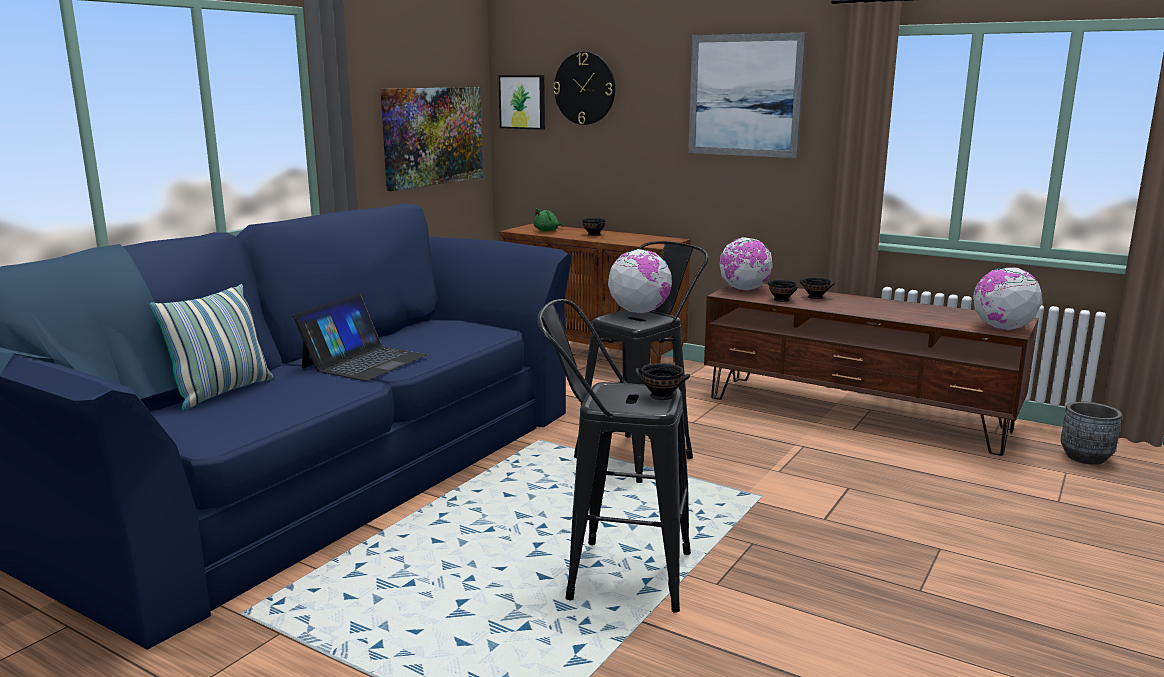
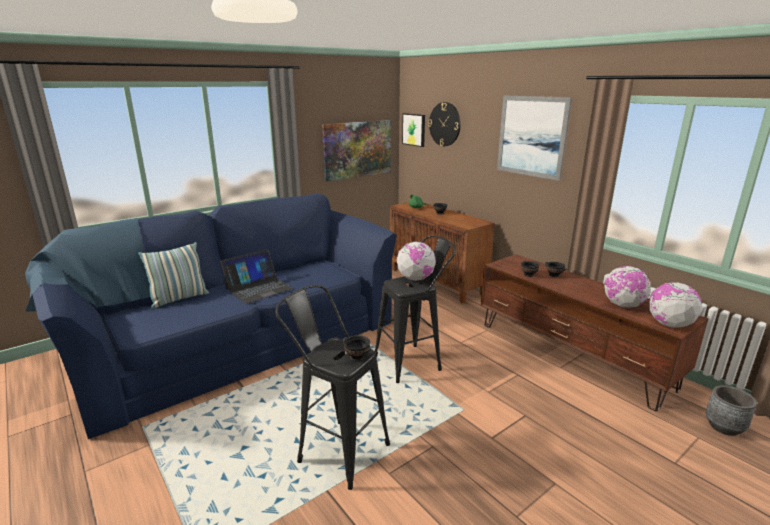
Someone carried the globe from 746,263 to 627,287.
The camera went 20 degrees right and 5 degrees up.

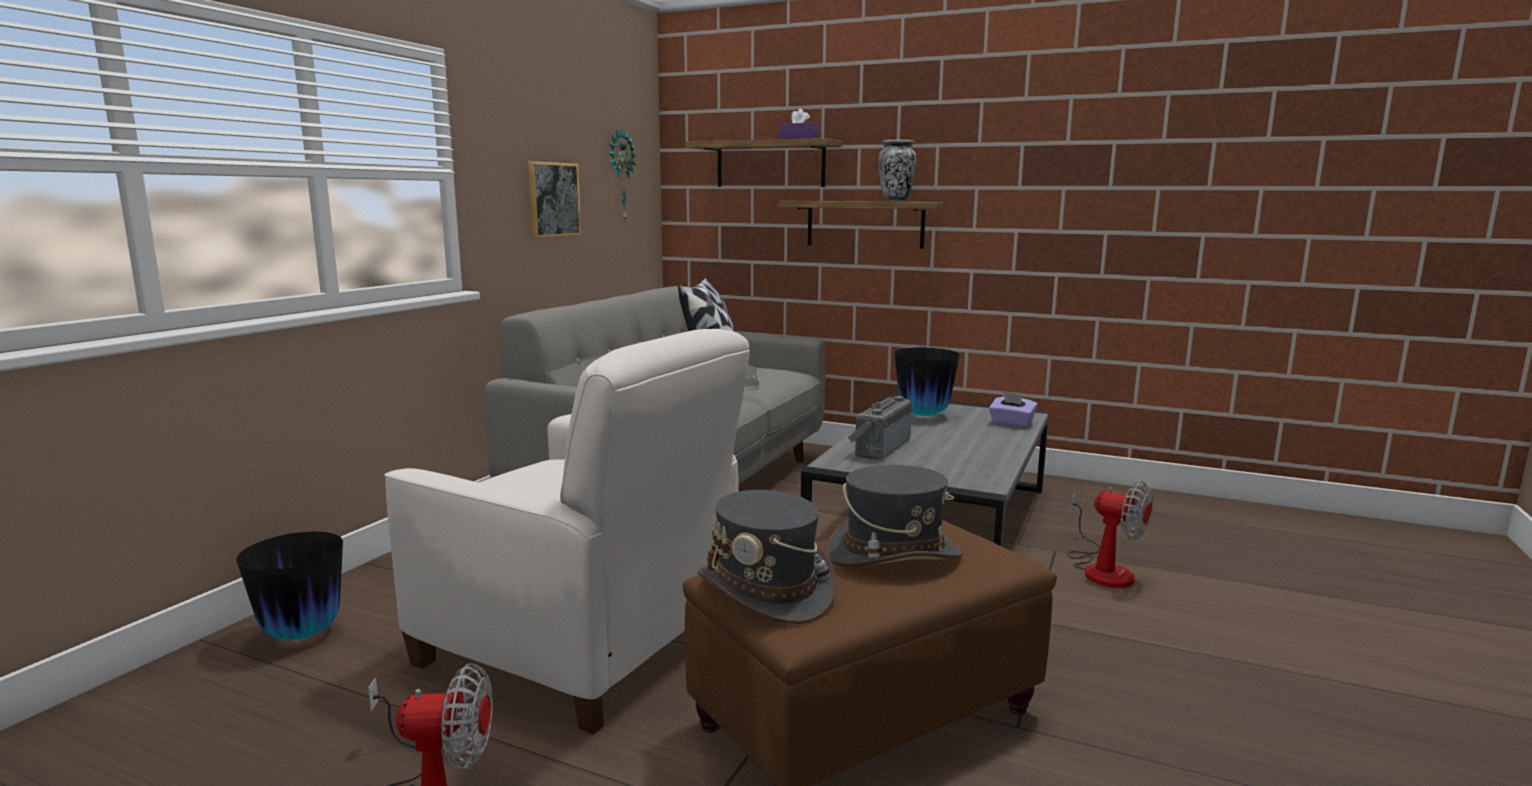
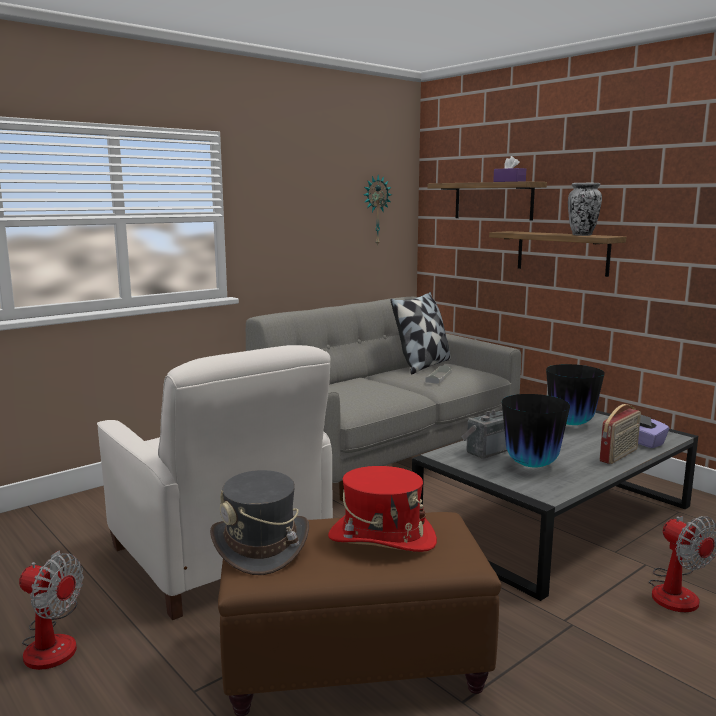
Someone carried the vase from 289,585 to 536,431.
Someone took away the picture at 554,199.
Someone repainted the grey hat at 894,515, which became the red hat at 382,509.
Someone put down the radio at 620,434.
The camera went 25 degrees right and 0 degrees up.

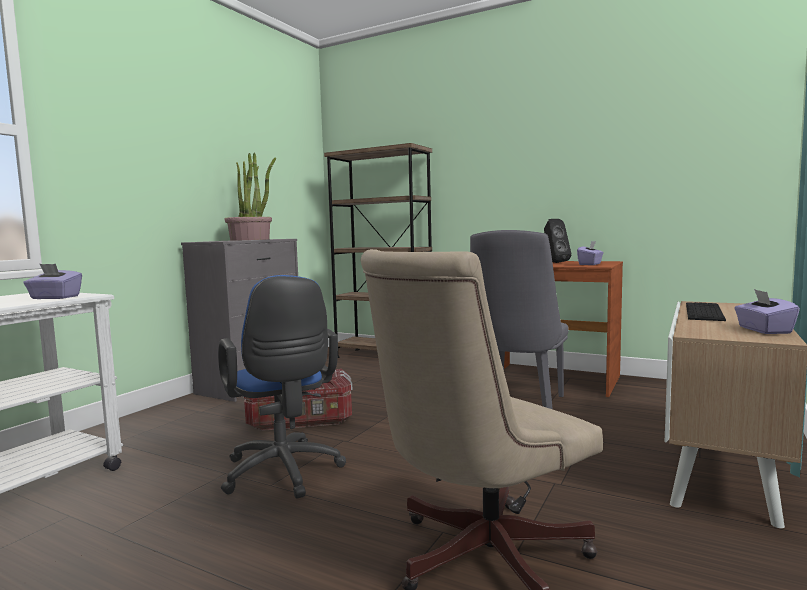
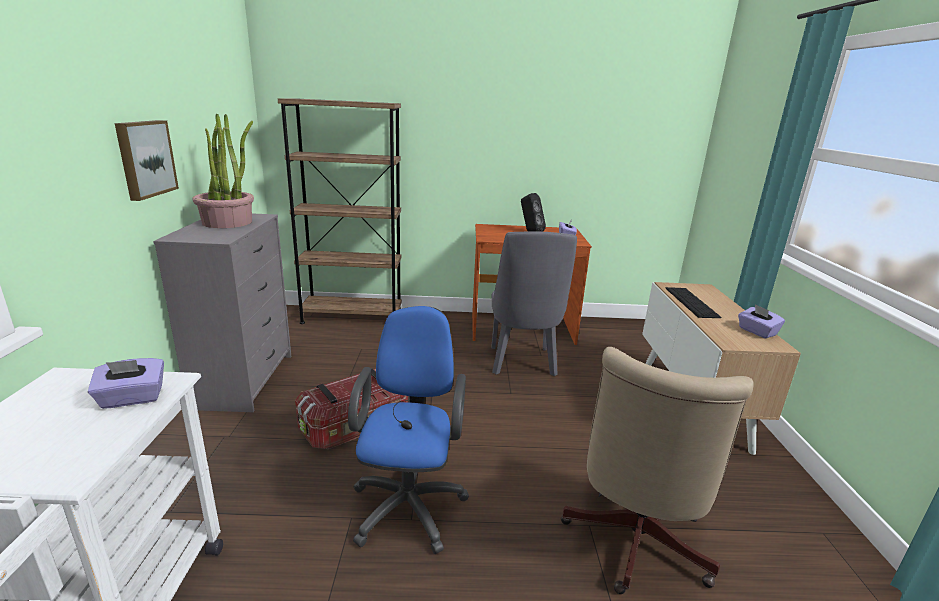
Someone rotated the blue office chair at 282,387 by 120 degrees counterclockwise.
Someone put up the picture at 147,160.
The camera went 30 degrees left and 15 degrees up.

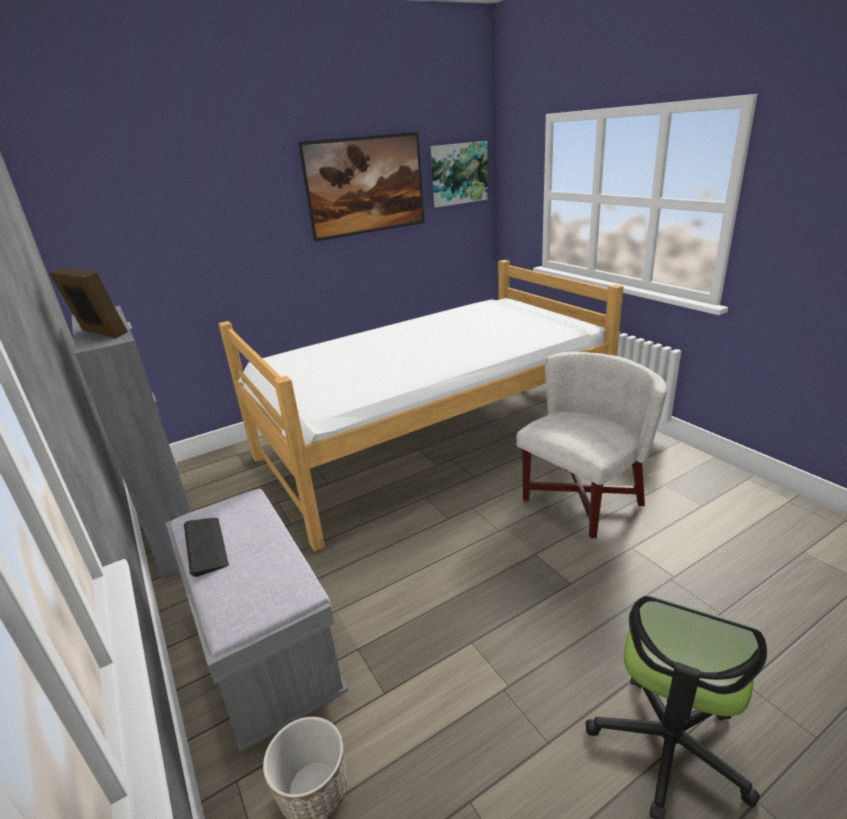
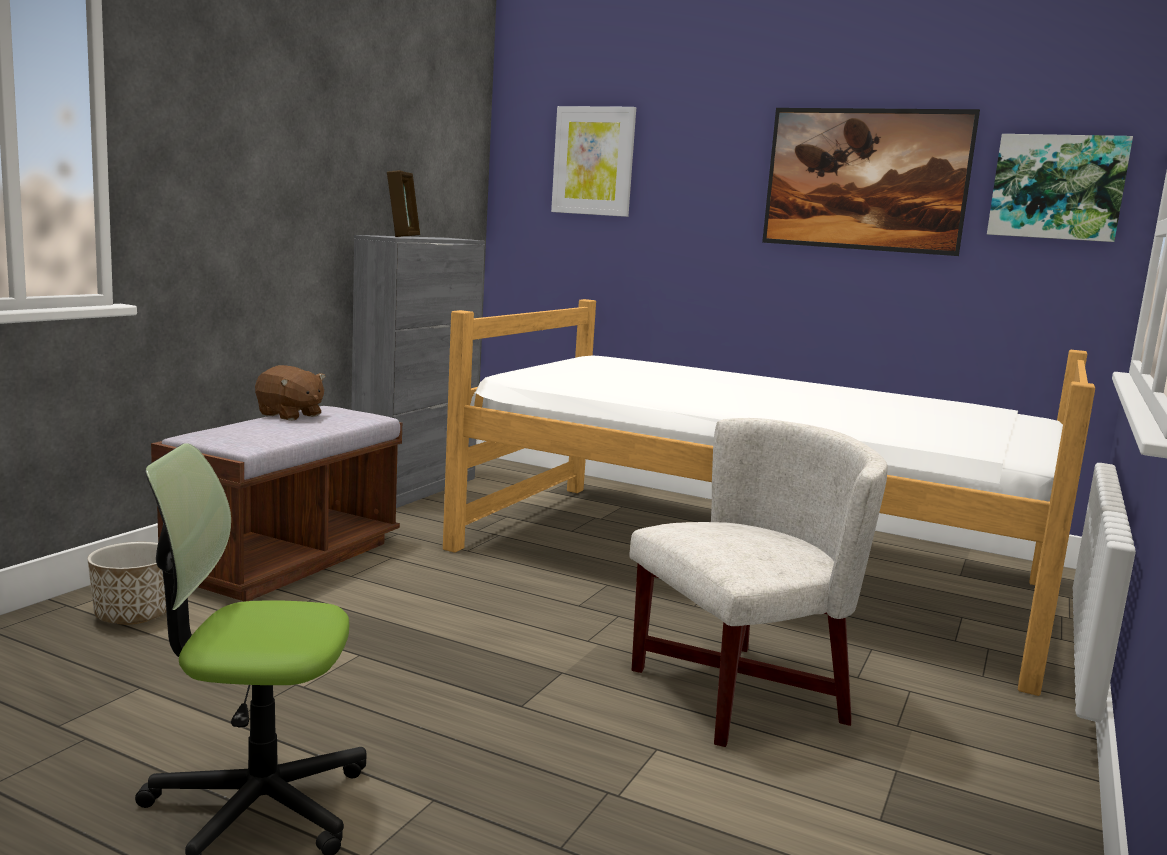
Someone repainted the grey bench at 256,620, which became the brown bench at 276,504.
Someone swapped the keyboard at 206,547 for the brown plush toy at 290,393.
Someone rotated the white armchair at 591,445 by 45 degrees counterclockwise.
Someone put up the picture at 593,161.
The camera went 55 degrees right and 15 degrees down.

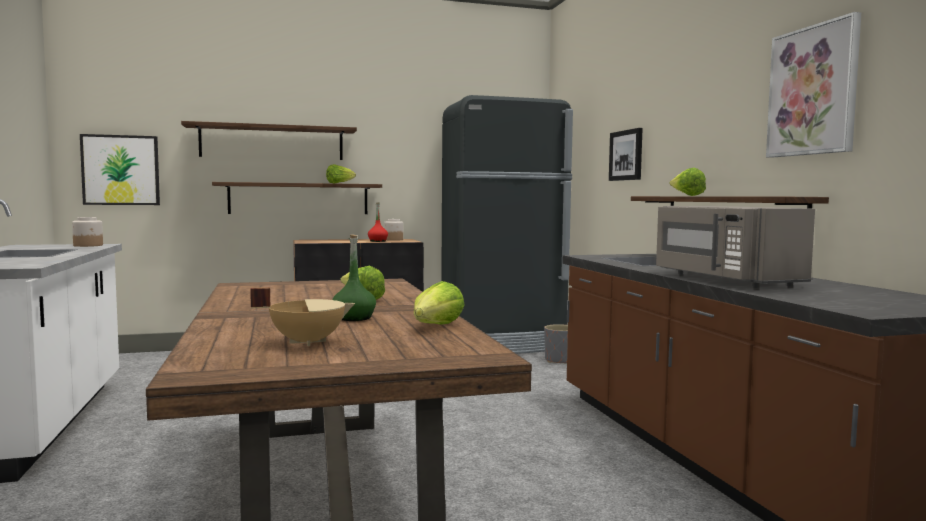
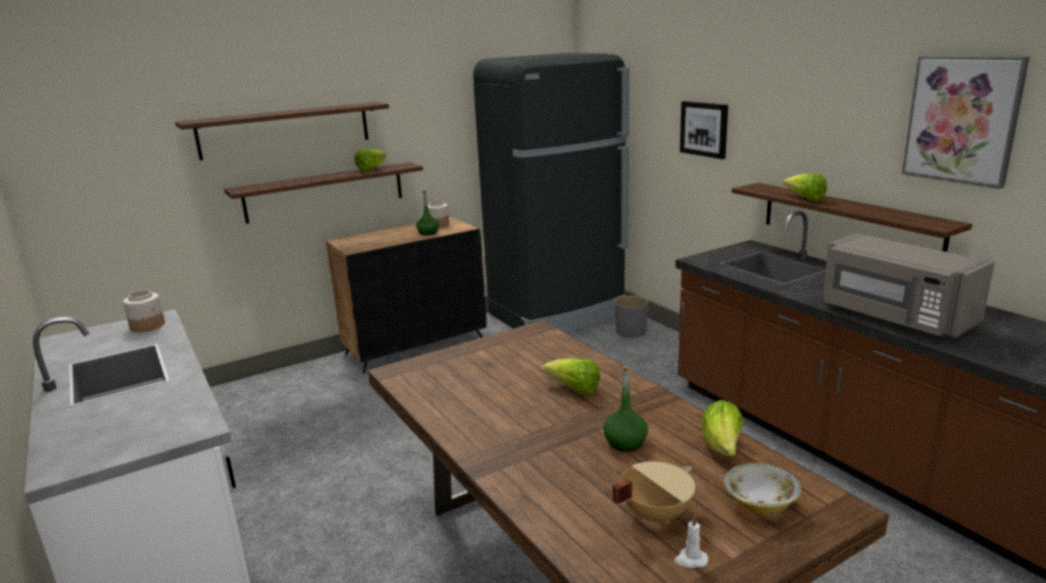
Someone took away the picture at 120,169.
Someone repainted the red bottle at 378,222, which became the green bottle at 427,212.
Someone put down the white candle at 691,541.
Someone put down the bowl at 762,488.
The camera went 15 degrees left and 15 degrees up.

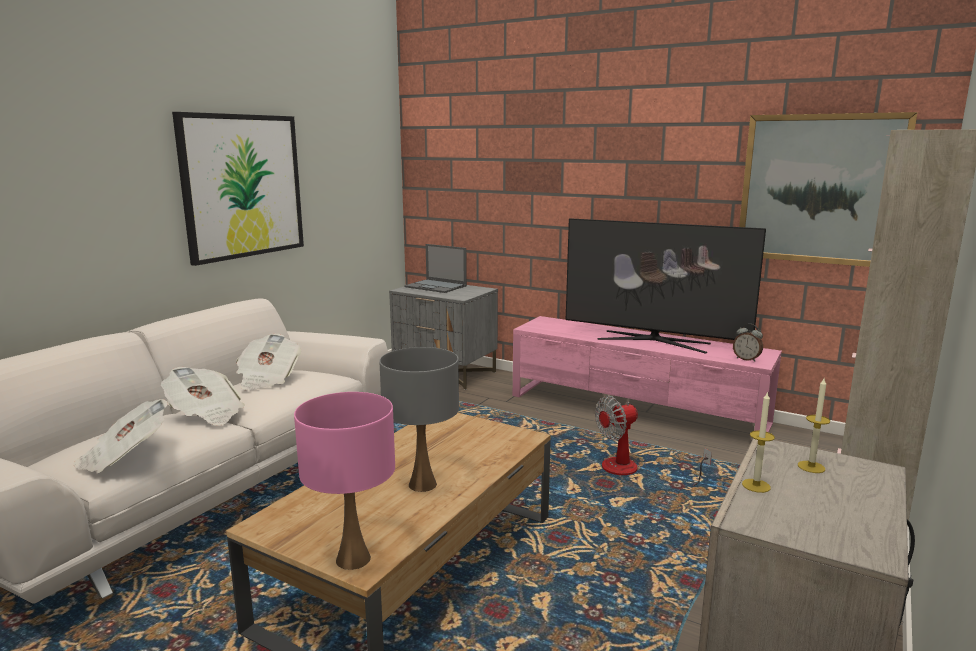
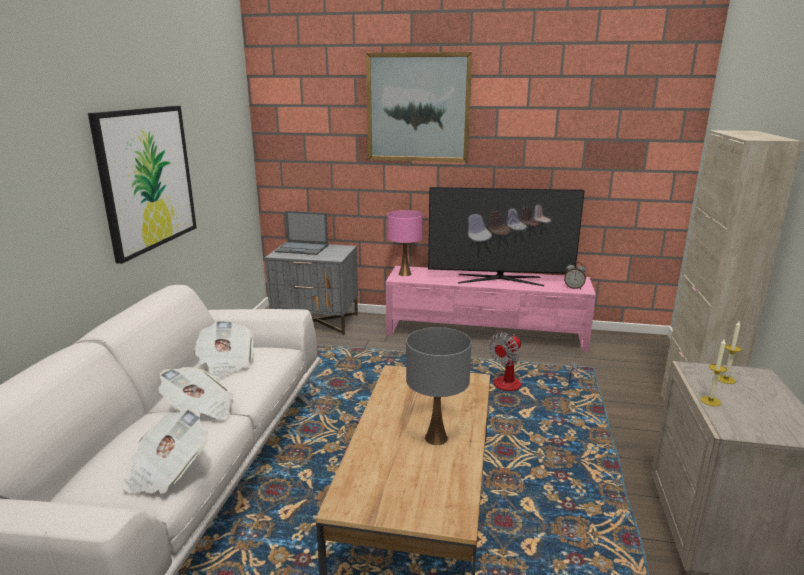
Someone carried the pink table lamp from 344,481 to 405,243.
Someone carried the picture from 828,189 to 419,107.
The camera went 20 degrees left and 5 degrees up.

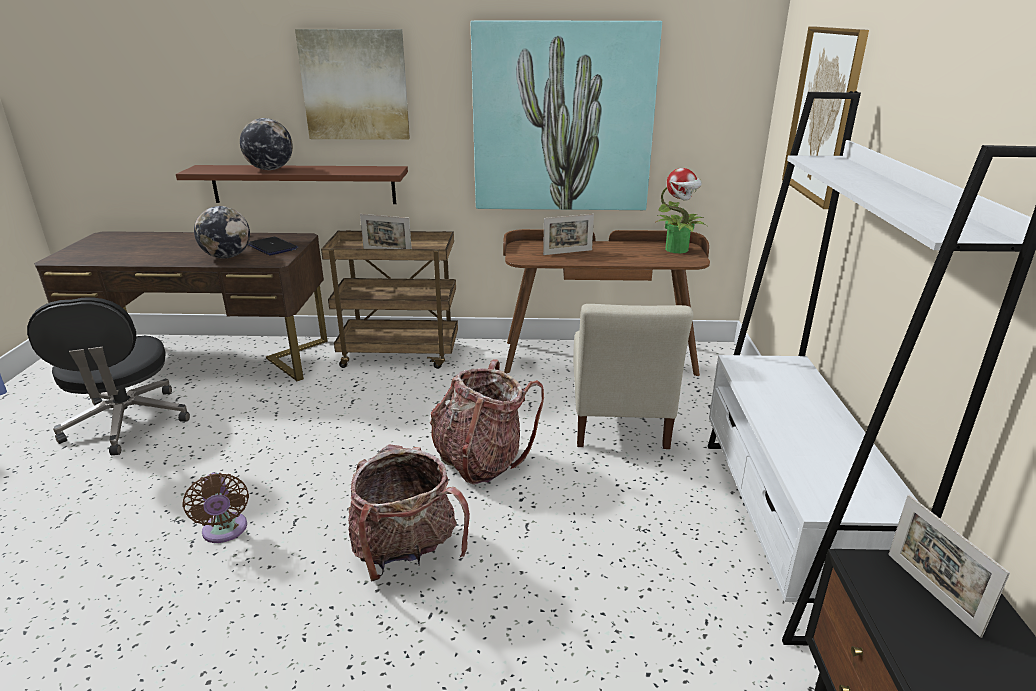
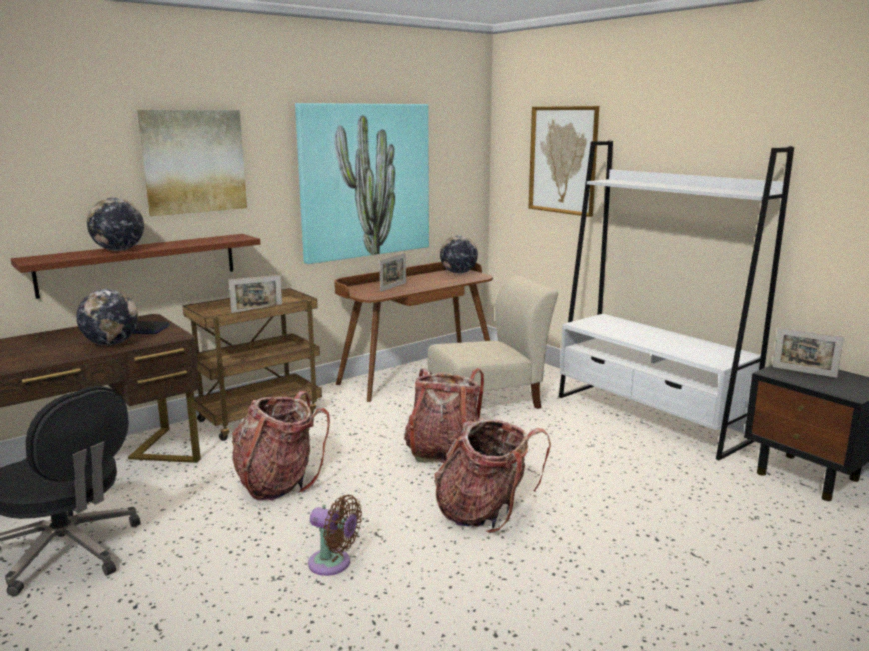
Someone rotated the beige chair at 633,376 by 75 degrees counterclockwise.
Someone swapped the potted plant at 681,210 for the globe at 459,254.
Someone put down the backpack at 281,446.
The camera went 40 degrees left and 10 degrees down.

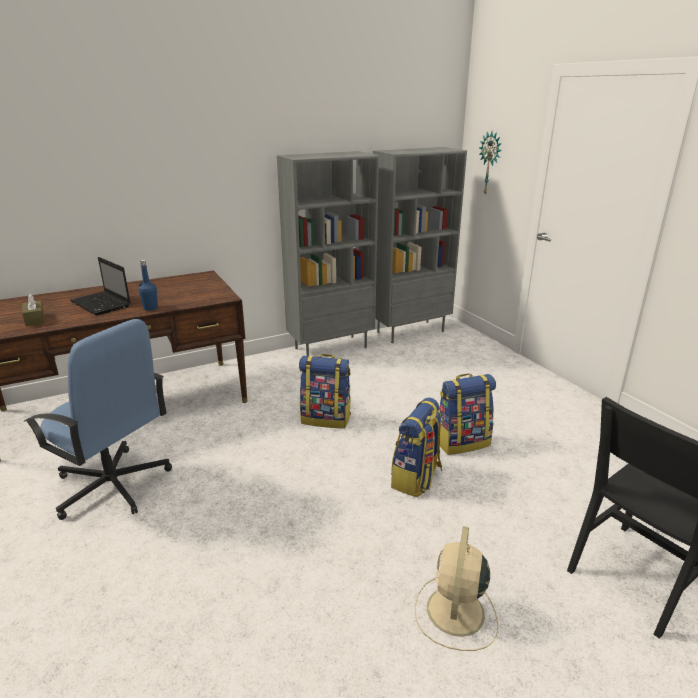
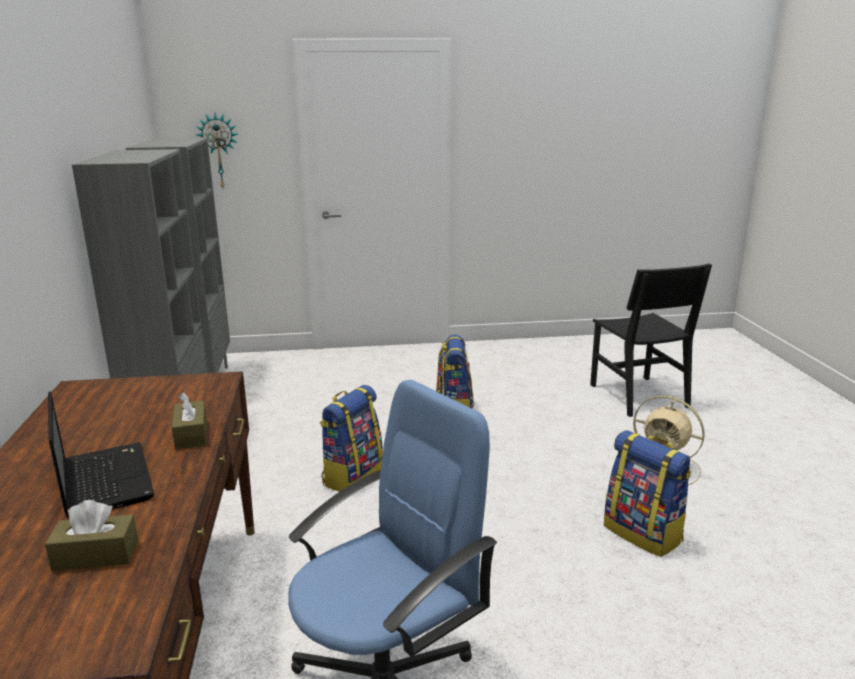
Someone rotated the laptop at 100,286 by 90 degrees counterclockwise.
Someone swapped the blue bottle at 148,285 for the brown tissue box at 189,420.
Someone carried the backpack from 416,447 to 647,493.
The camera went 70 degrees left and 5 degrees down.

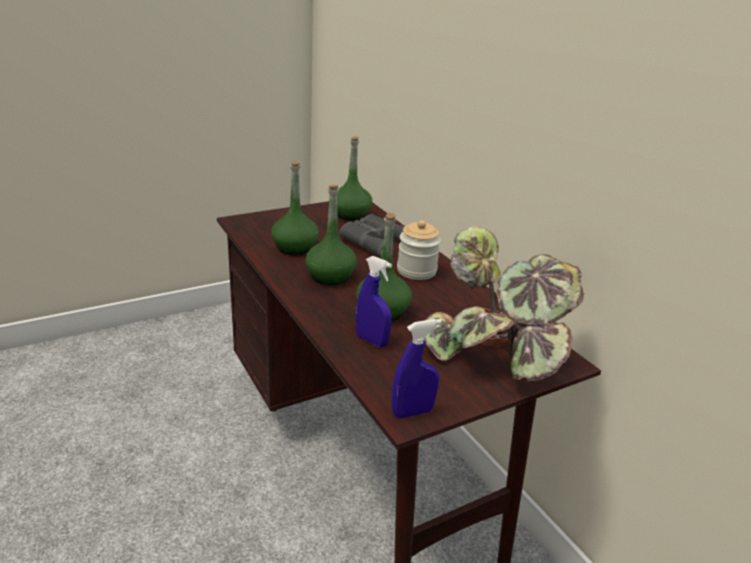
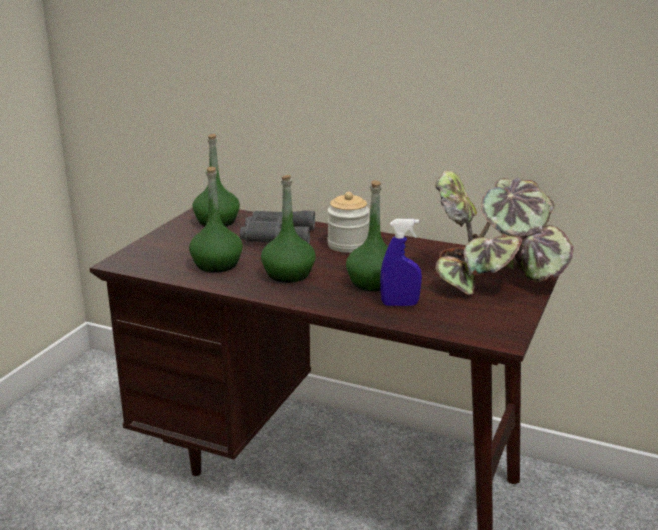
Someone took away the blue spray bottle at 417,368.
The camera went 35 degrees left and 5 degrees down.

